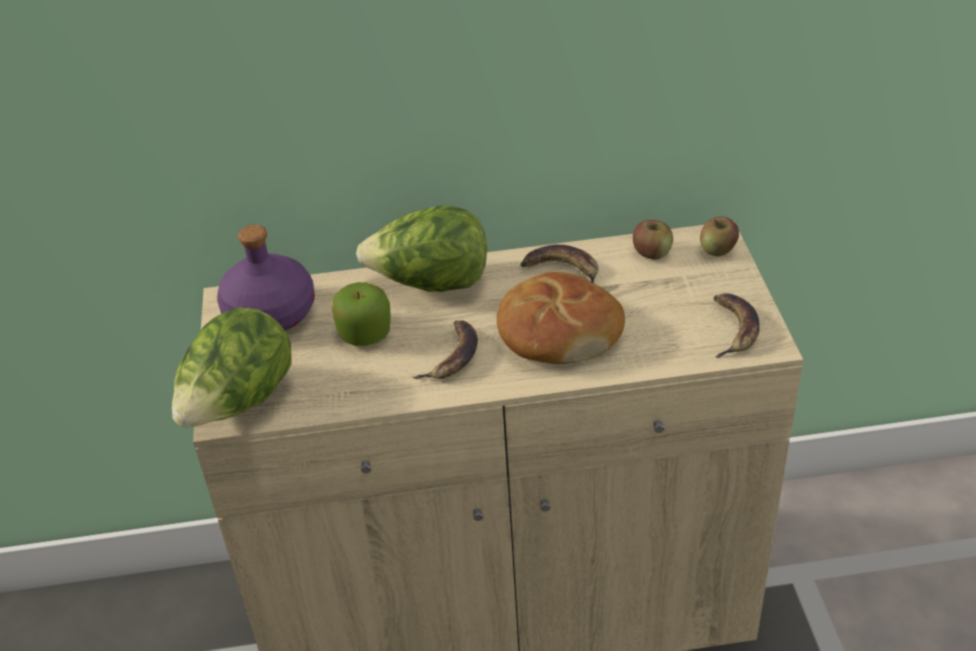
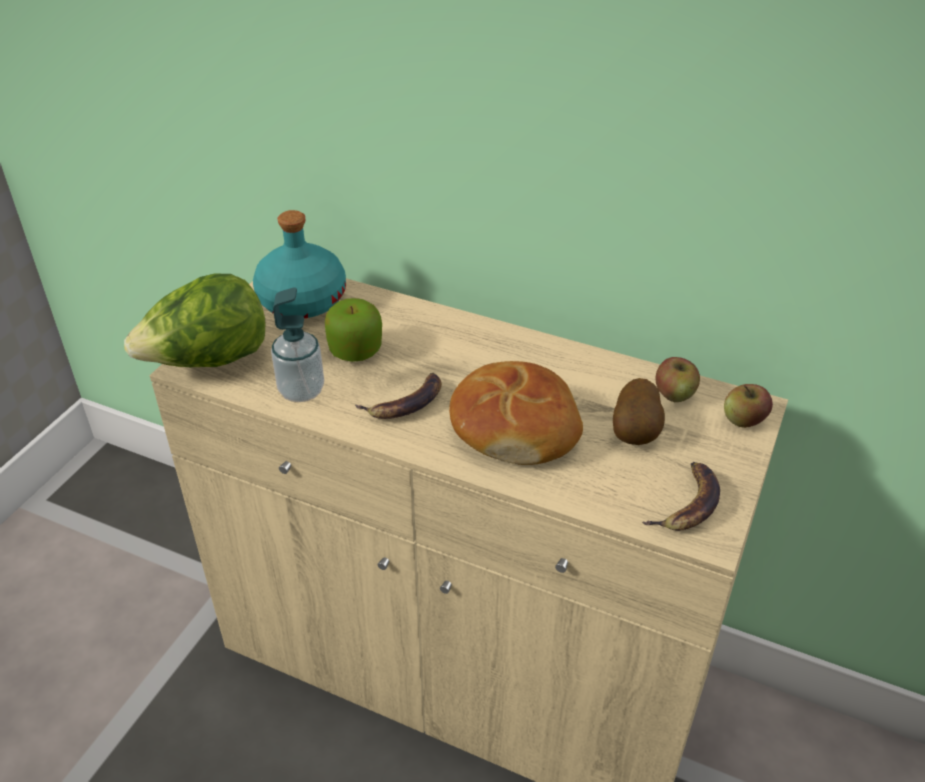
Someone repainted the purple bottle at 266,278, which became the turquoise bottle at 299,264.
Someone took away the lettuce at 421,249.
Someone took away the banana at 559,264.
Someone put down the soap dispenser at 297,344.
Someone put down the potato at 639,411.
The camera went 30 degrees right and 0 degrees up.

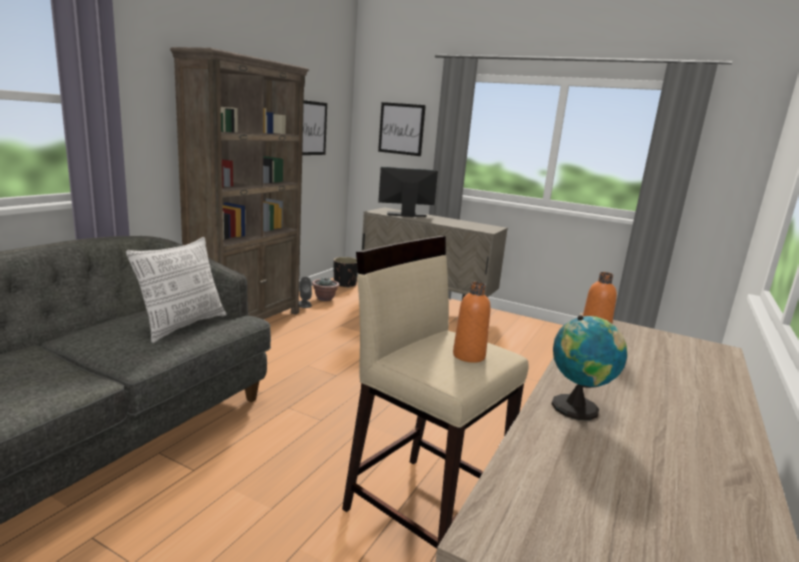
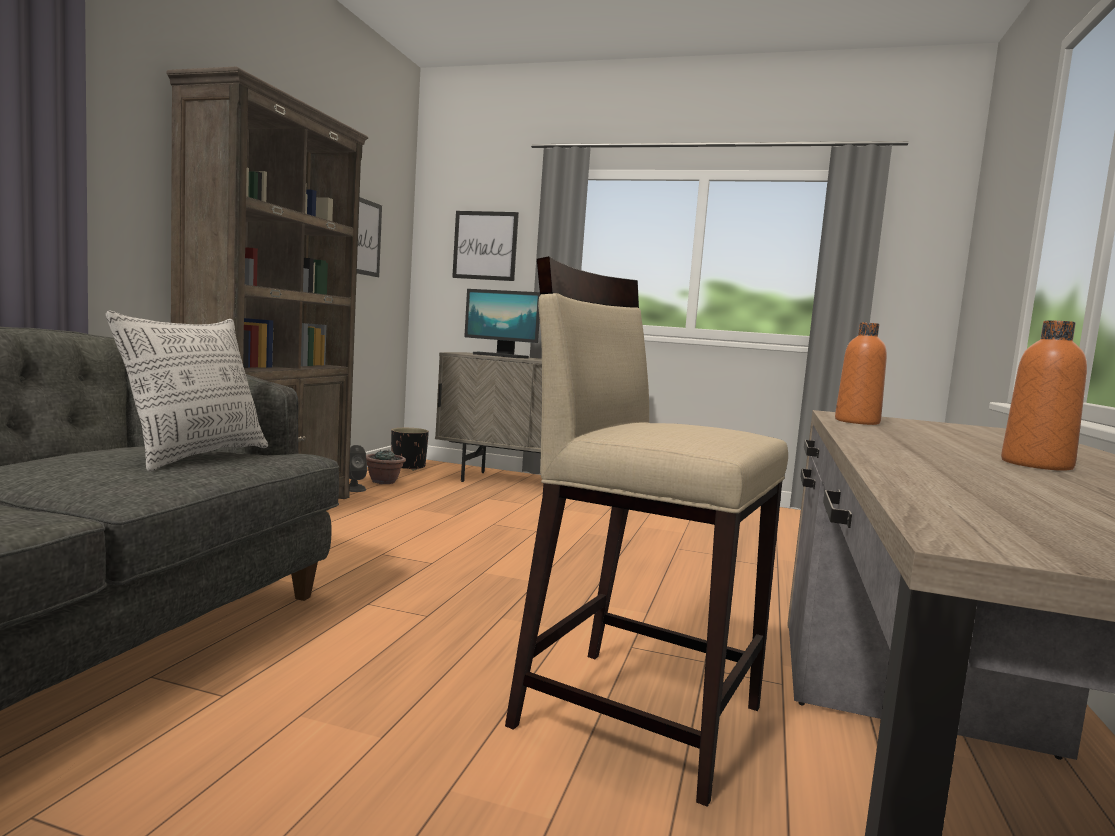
Someone rotated the monitor at 408,192 by 135 degrees counterclockwise.
Someone carried the orange bottle from 472,322 to 1044,395.
Someone took away the globe at 590,367.
The camera went 10 degrees left and 10 degrees down.

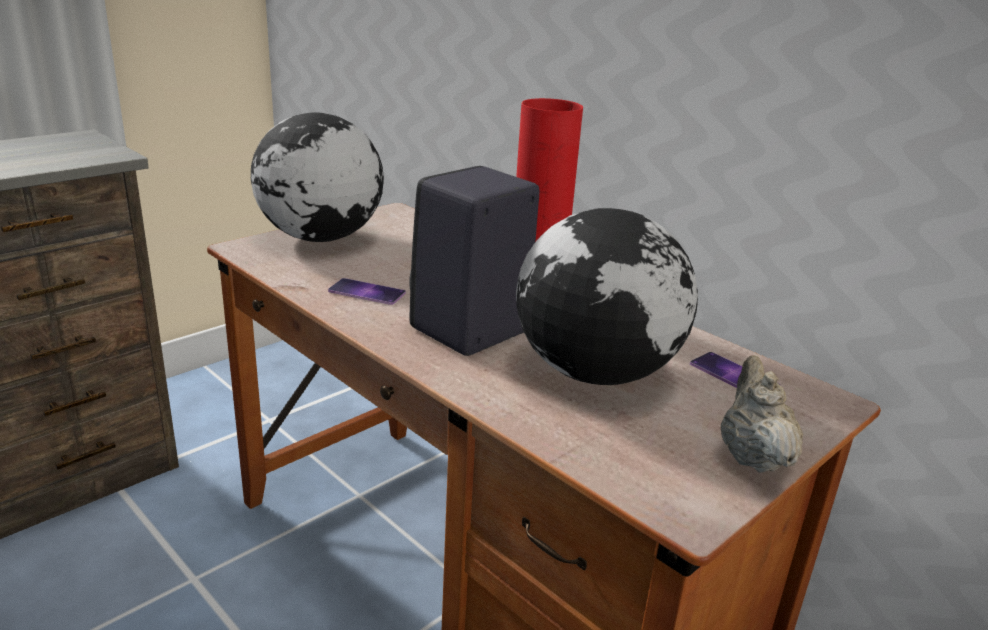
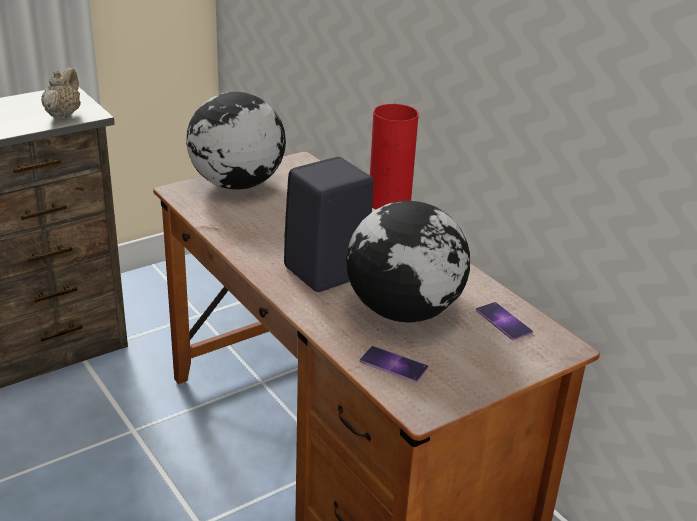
Someone carried the phone from 367,291 to 394,364.
Someone carried the beige teapot from 762,413 to 61,93.
The camera went 10 degrees right and 5 degrees up.

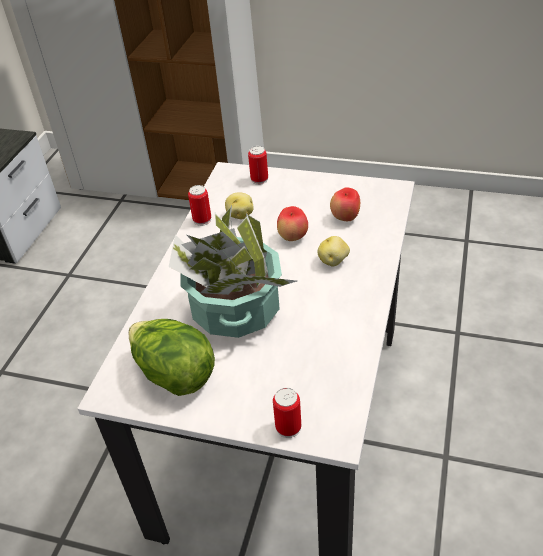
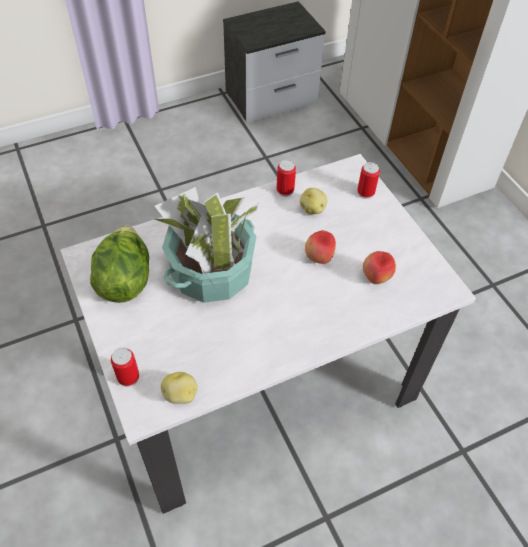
Someone carried the potato from 333,251 to 179,388.
The camera went 45 degrees right and 10 degrees up.

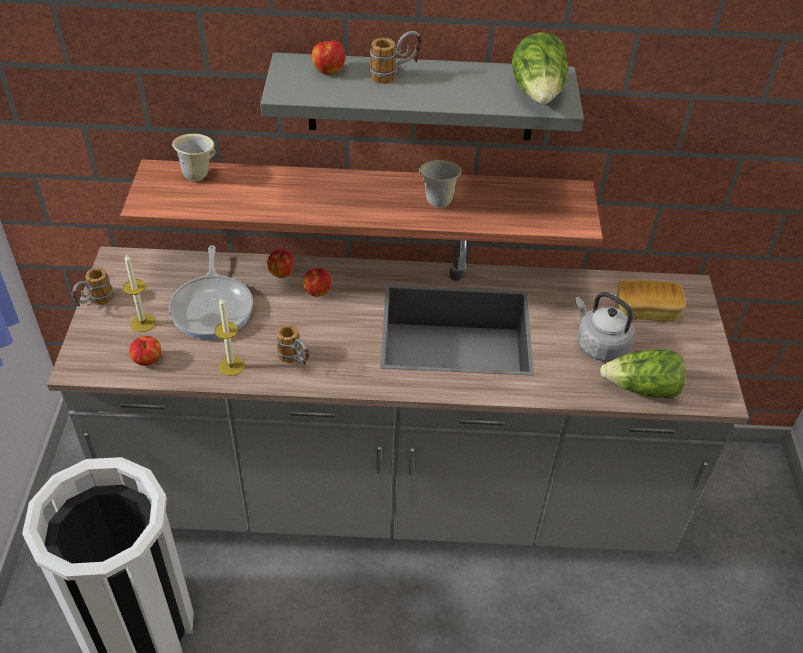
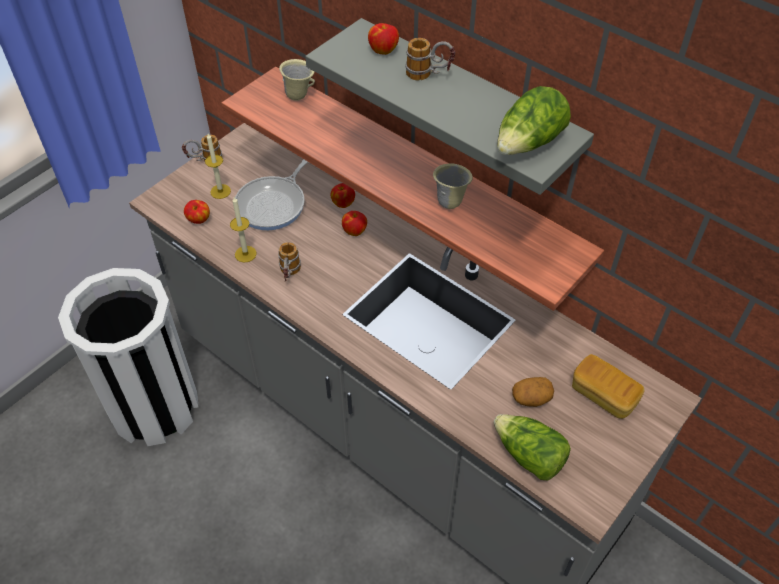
Someone swapped the grey kettle at 605,326 for the potato at 533,392.
The camera went 40 degrees right and 5 degrees up.

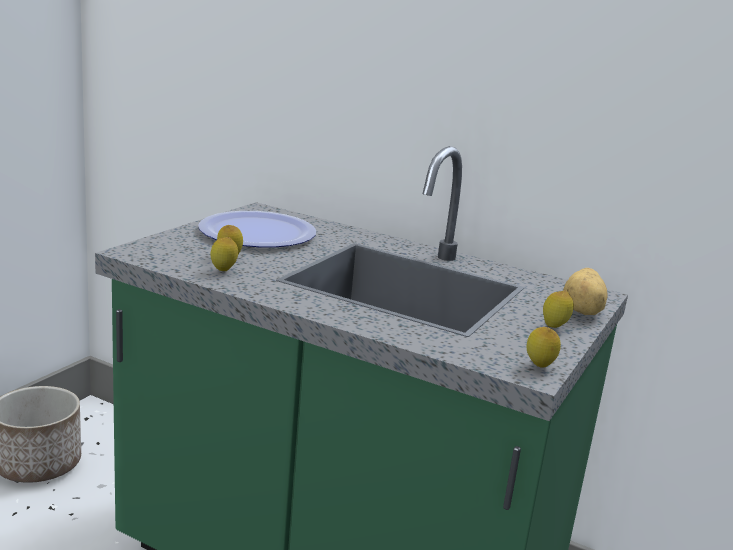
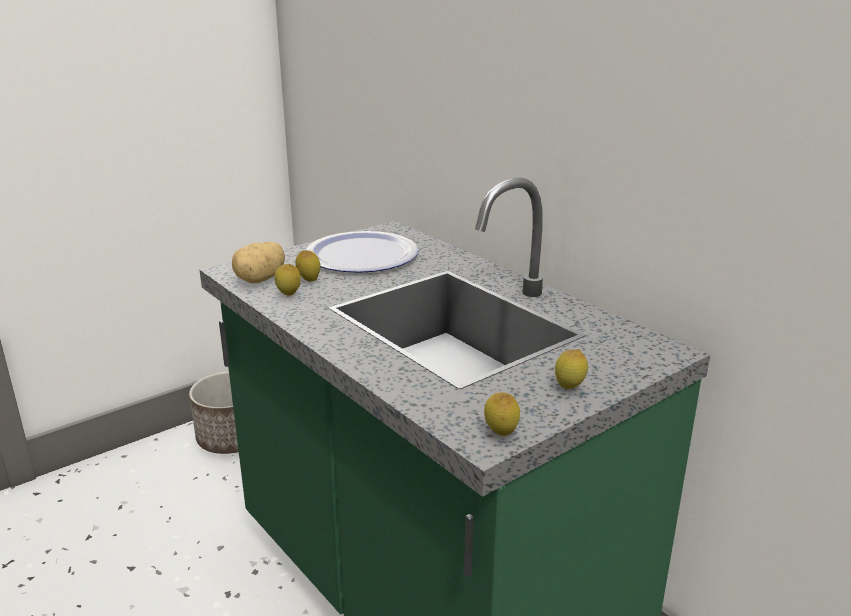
Someone carried the potato from 585,291 to 258,262.
The camera went 25 degrees right and 5 degrees up.

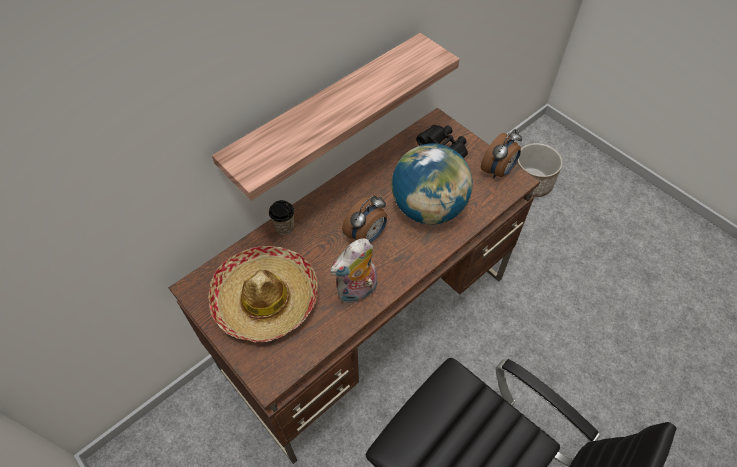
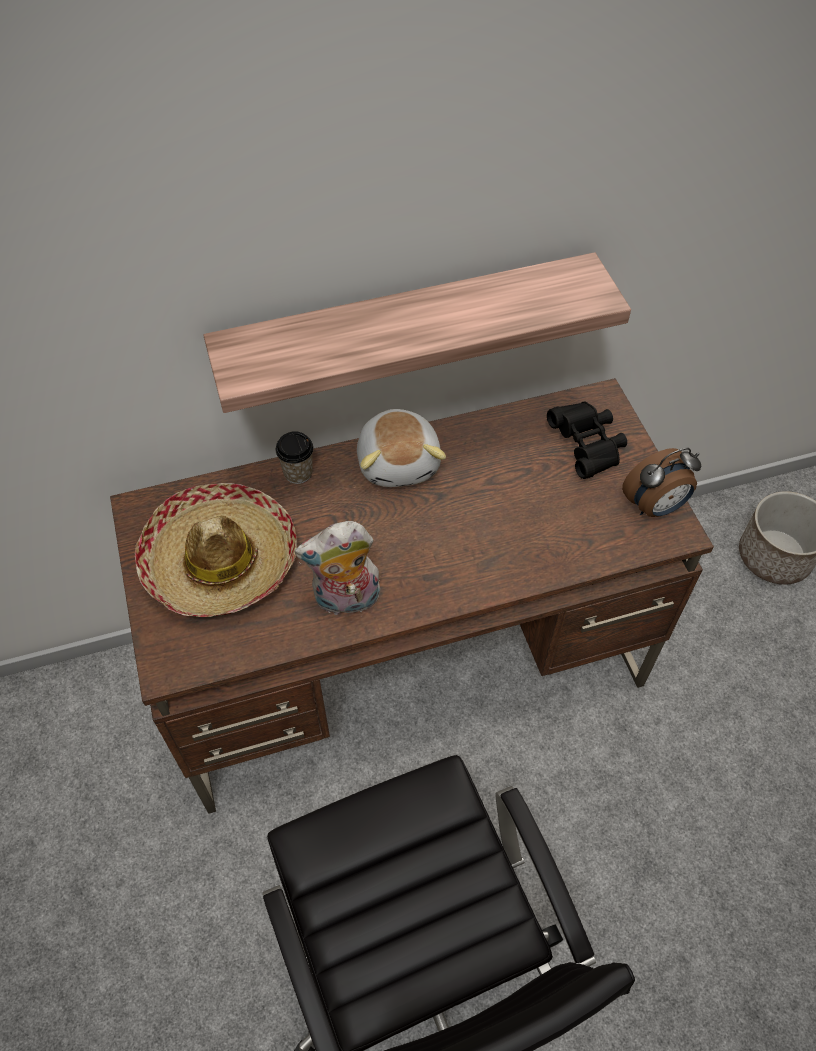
Someone took away the alarm clock at 364,219.
Someone took away the globe at 432,183.
Someone put down the plush toy at 401,448.
The camera went 25 degrees right and 0 degrees up.

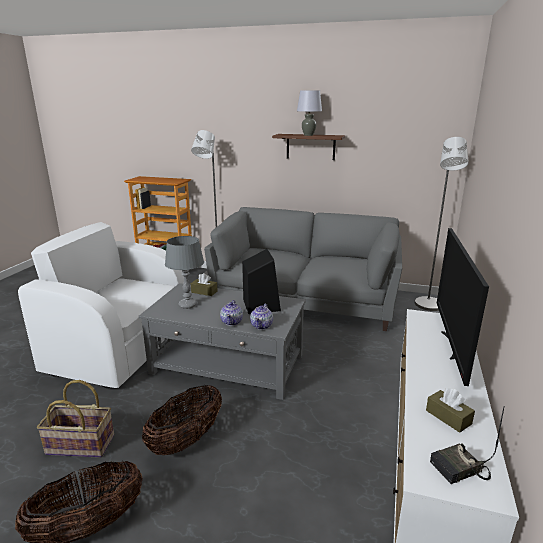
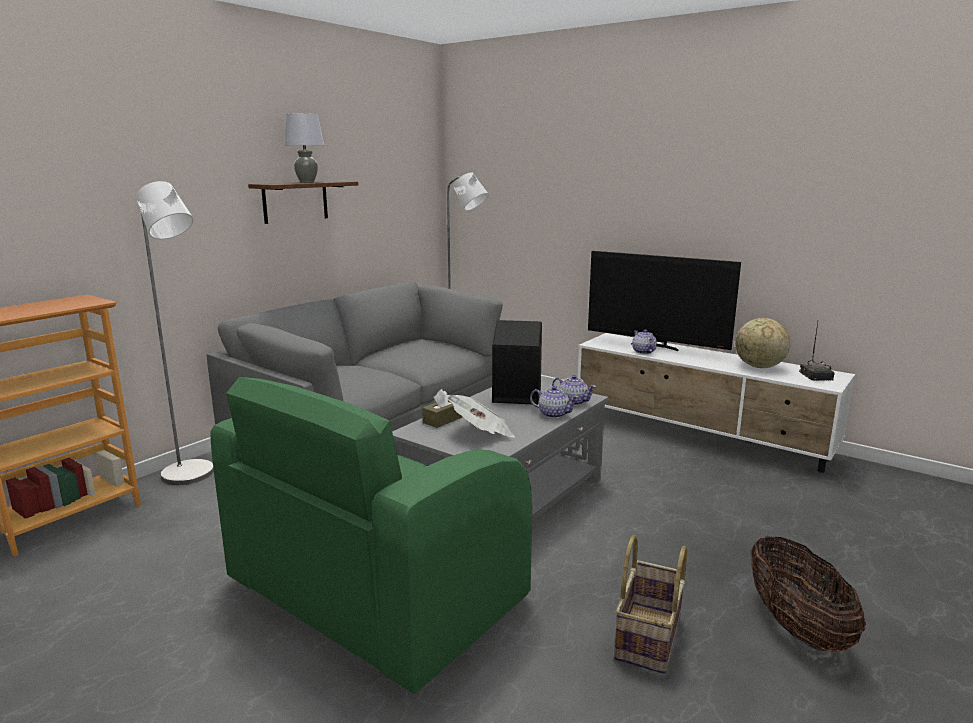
Someone repainted the white armchair at 101,305, which became the green armchair at 371,535.
Someone took away the basket at 182,420.
Someone swapped the grey table lamp at 184,272 for the newspaper at 480,416.
Someone swapped the brown tissue box at 450,410 for the globe at 762,343.
Someone put down the teapot at 644,341.
The camera went 70 degrees left and 5 degrees down.

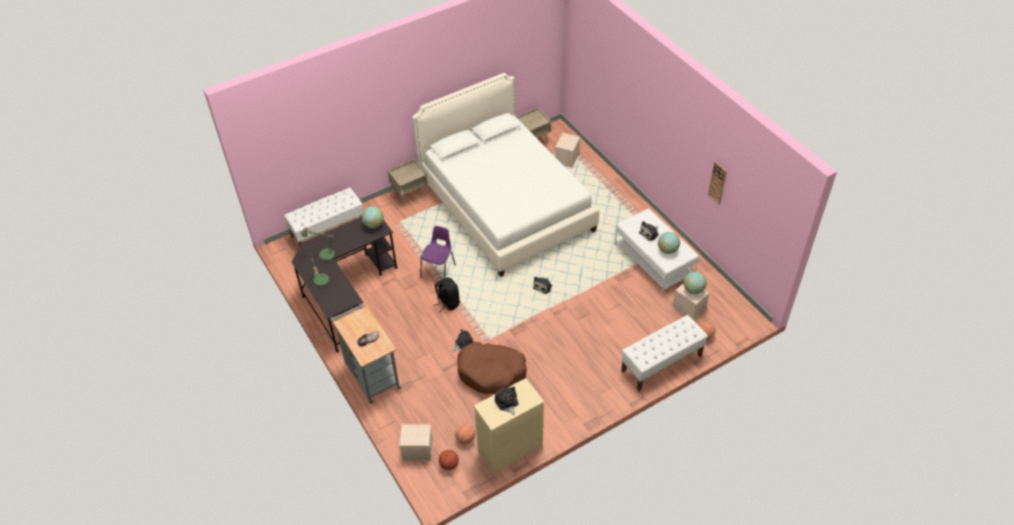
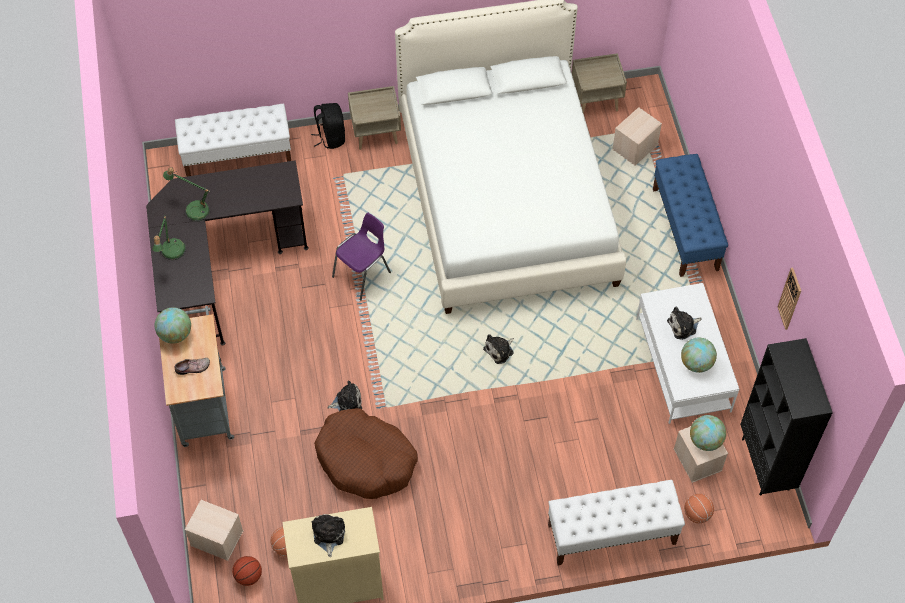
Someone carried the globe from 372,217 to 173,325.
Someone carried the black backpack from 447,294 to 328,126.
Someone put down the blue bench at 690,215.
Someone put down the black bookcase at 786,417.
The camera went 20 degrees right and 10 degrees up.

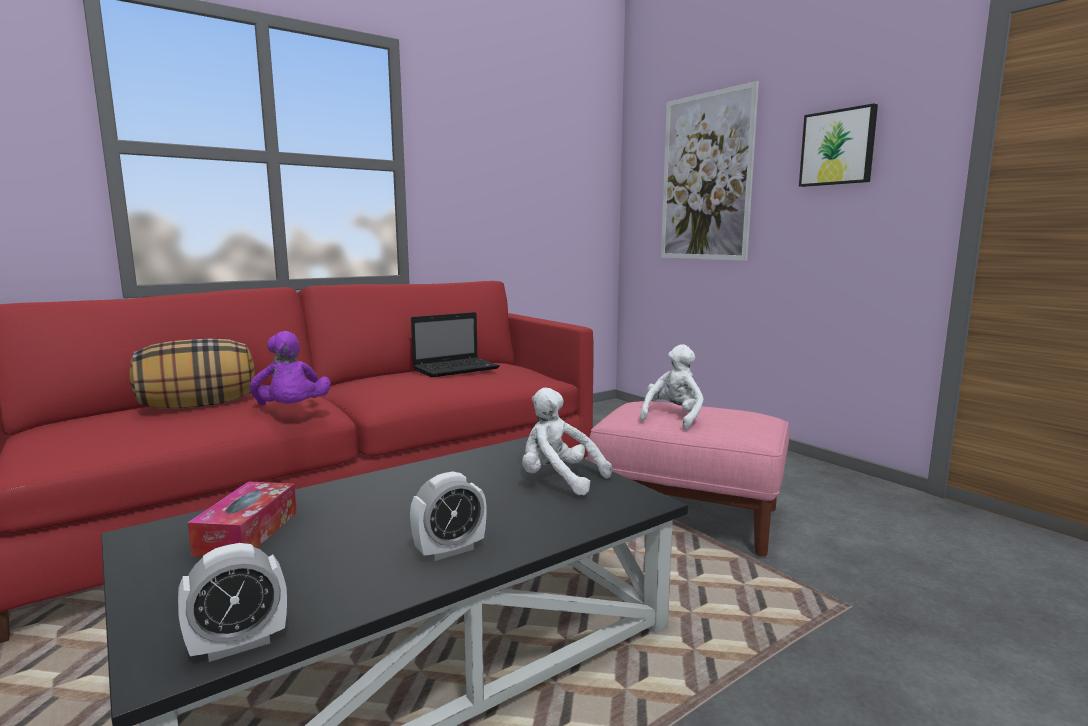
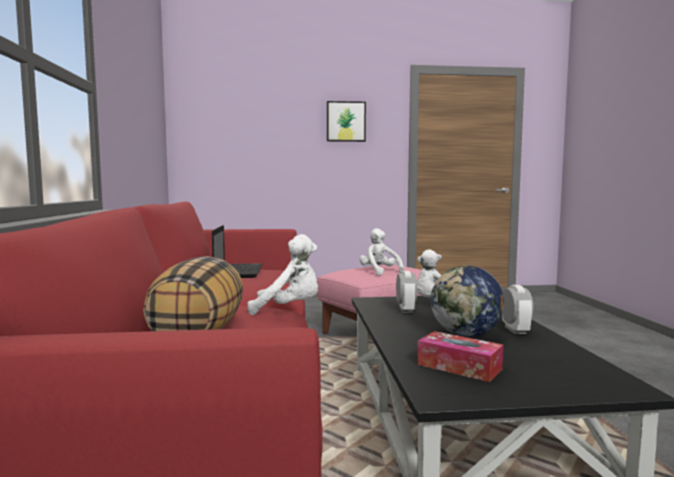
Someone carried the alarm clock from 232,602 to 406,292.
Someone repainted the purple plush toy at 290,368, which became the white plush toy at 282,274.
Someone took away the picture at 710,171.
Someone put down the globe at 467,301.
The camera went 60 degrees left and 5 degrees down.

